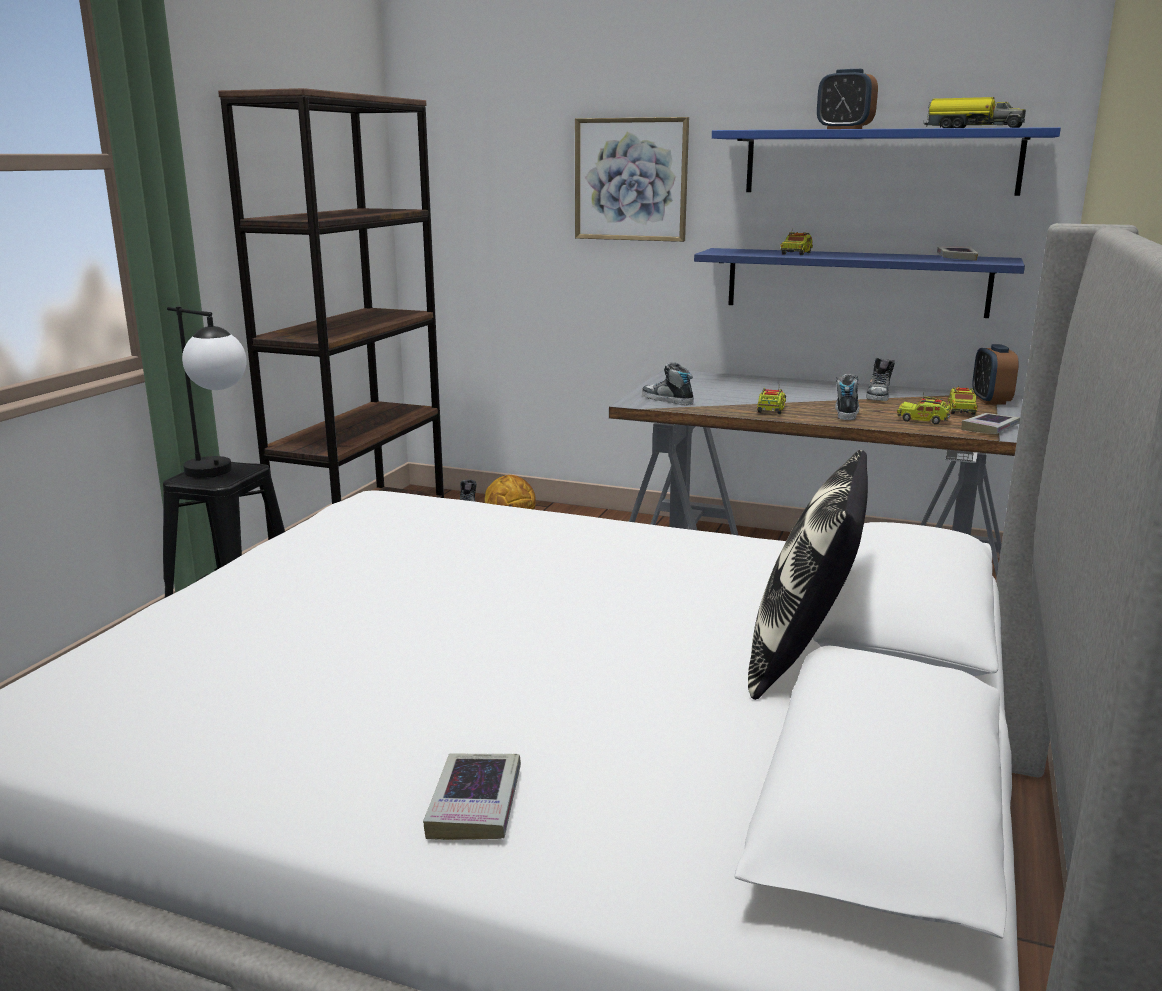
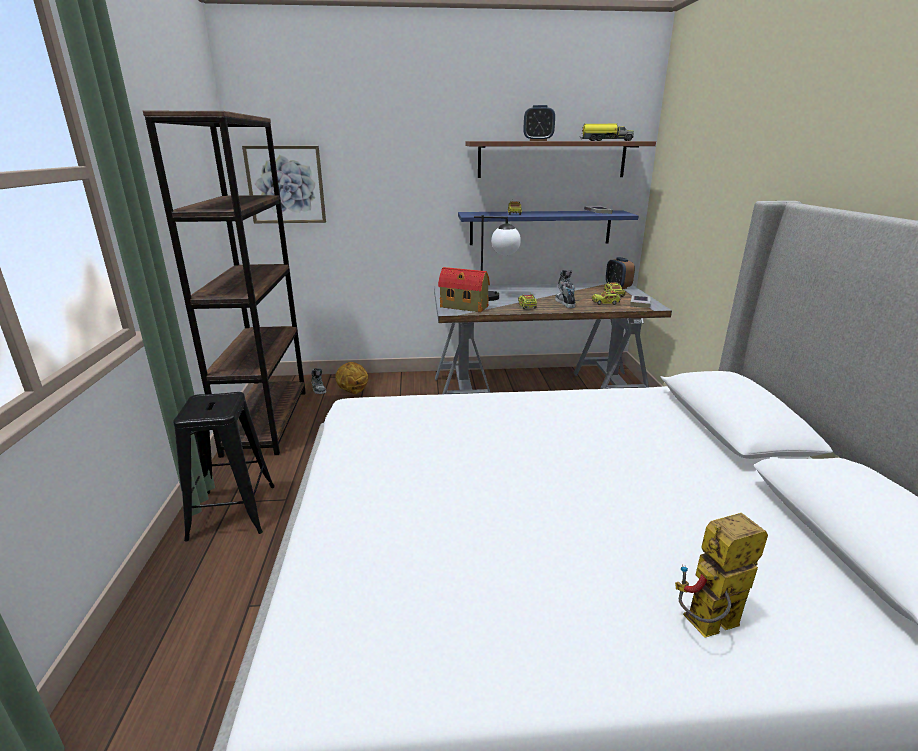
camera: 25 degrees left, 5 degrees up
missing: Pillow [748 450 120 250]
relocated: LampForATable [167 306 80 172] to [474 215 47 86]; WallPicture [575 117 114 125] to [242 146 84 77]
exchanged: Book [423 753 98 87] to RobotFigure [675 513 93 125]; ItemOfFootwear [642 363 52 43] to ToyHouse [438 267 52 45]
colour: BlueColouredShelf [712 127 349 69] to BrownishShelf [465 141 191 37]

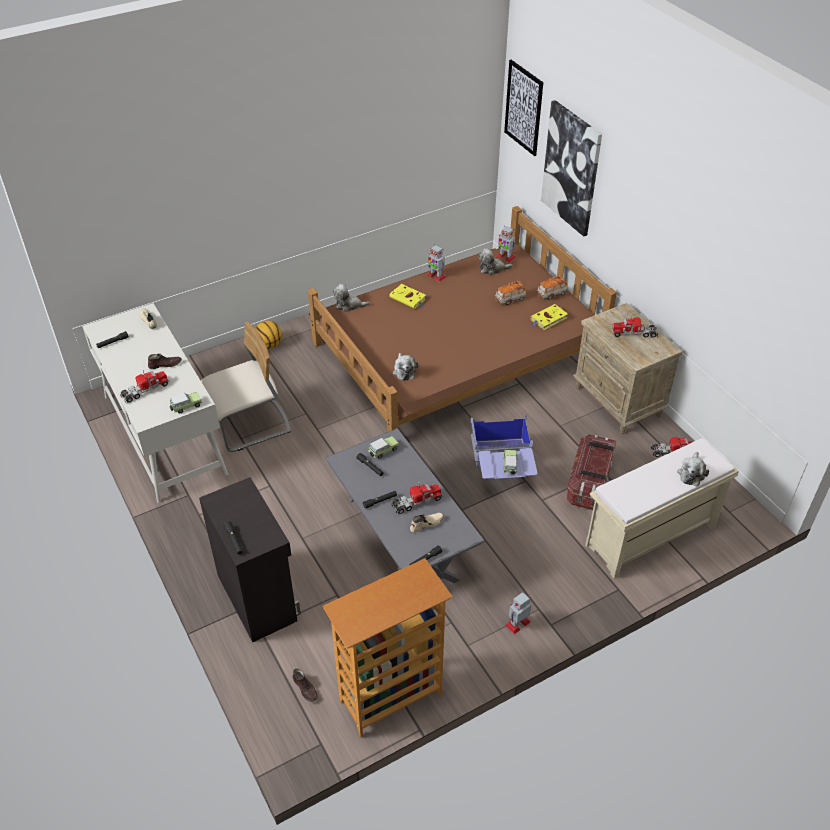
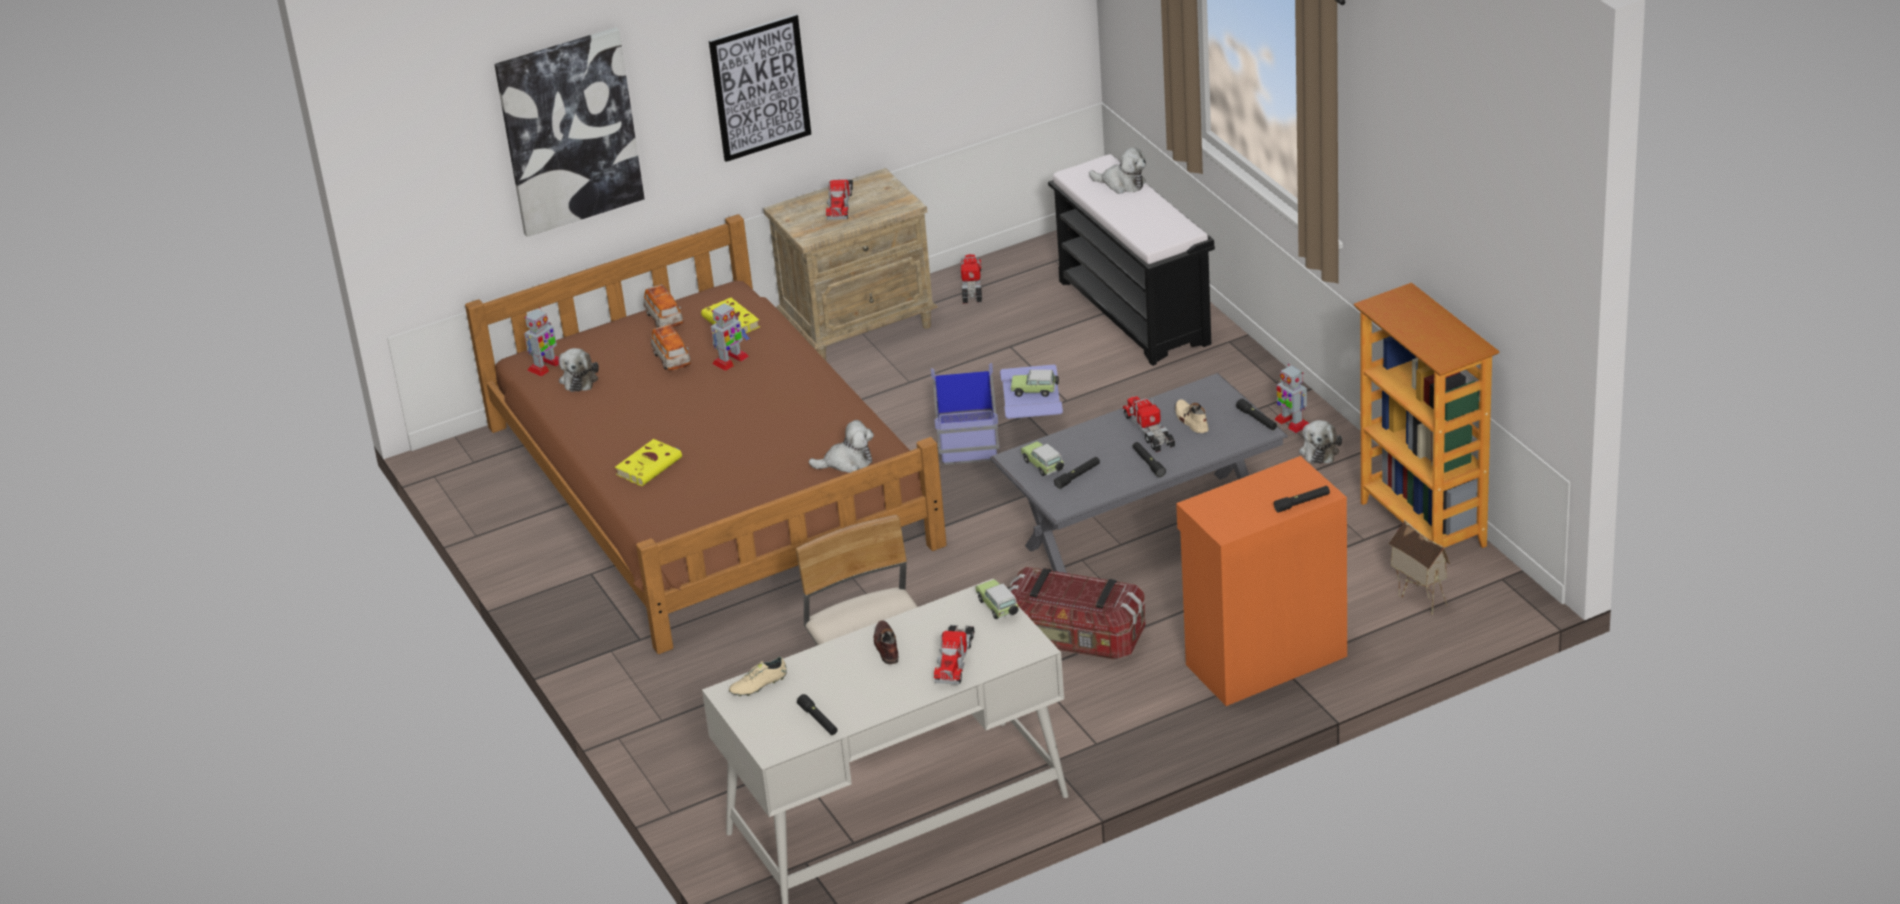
camera: 85 degrees left, 10 degrees down
missing: BasketballBall [255 321 27 28]
relocated: SoftToy [333 284 37 28] to [1299 420 43 44]; RobotFigure [426 244 20 38] to [710 301 39 70]; WallPicture [504 60 39 96] to [709 14 102 148]; StorageBin [567 435 49 75] to [1009 567 137 93]
exchanged: BrownishItemOfFootwear [293 668 24 34] to ToyHouse [1388 520 62 95]
colour: BlackColouredCupboard [199 477 102 165] to OrangeColouredCupboard [1176 456 171 250]; BeigeColouredIndoorBench [585 438 154 141] to BlackColouredIndoorBench [1048 154 167 212]
spun: ToyTruck [119 370 51 33] = [934 625 41 60] 135 degrees counterclockwise

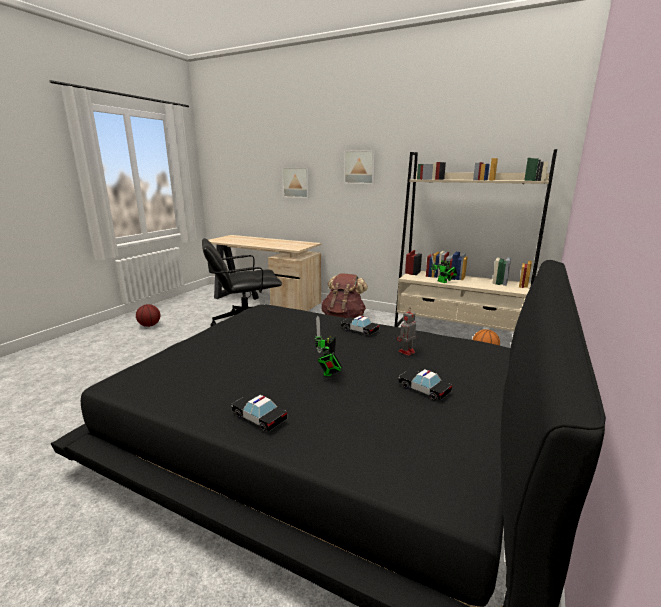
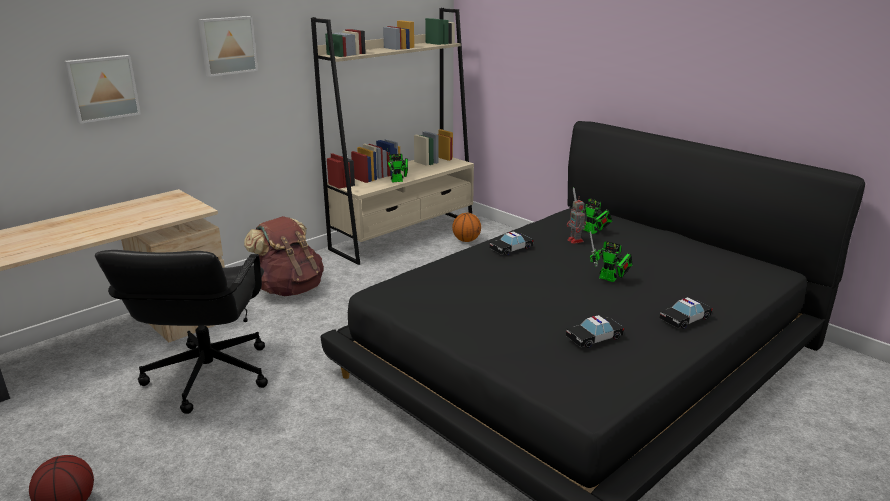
camera: 70 degrees left, 5 degrees up
appeared: RobotFigure [573 187 39 47]
relocated: ModelCar [398 369 54 31] to [566 315 58 33]

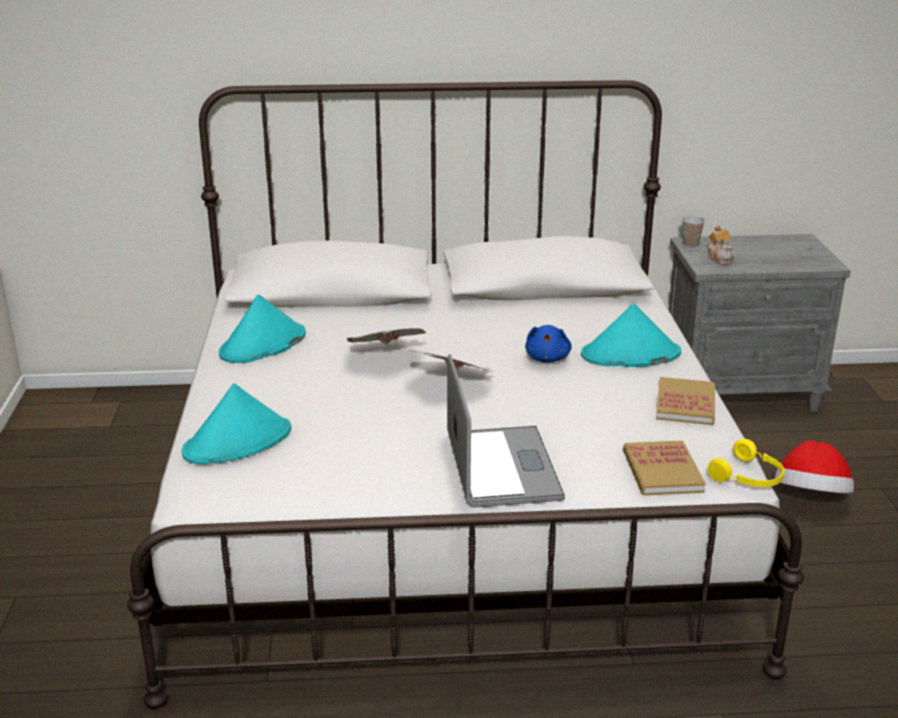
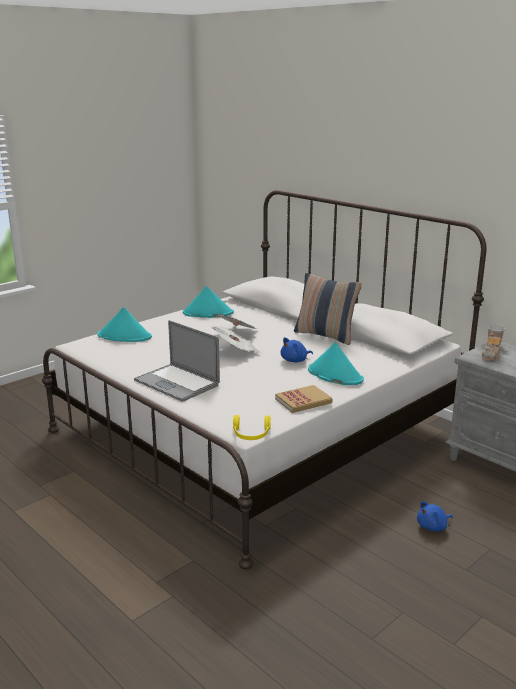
camera: 50 degrees right, 5 degrees down
missing: Book [623 440 83 56]
appeared: Pillow [294 273 68 72]
exchanged: WearableHat [775 440 79 53] to BlueColouredSoftToy [417 501 36 30]
spun: PortableComputer [447 354 118 154] = [134 320 86 82] 90 degrees clockwise

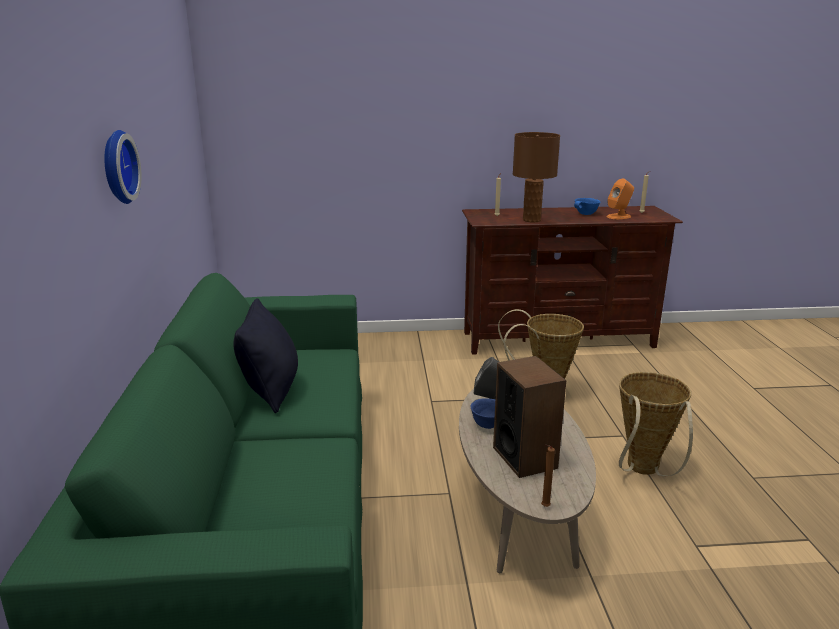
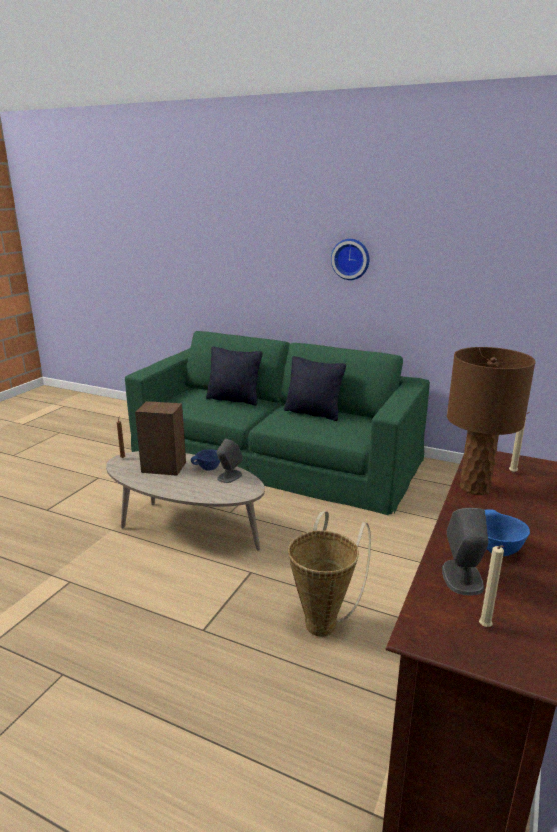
camera: 120 degrees right, 0 degrees up
missing: StorageBasket [619 372 74 104]
appeared: BlackColouredPillow [206 347 56 58]
colour: OrangeColouredLoudspeaker [607 179 27 40] to GreyLoudspeaker [442 508 46 88]

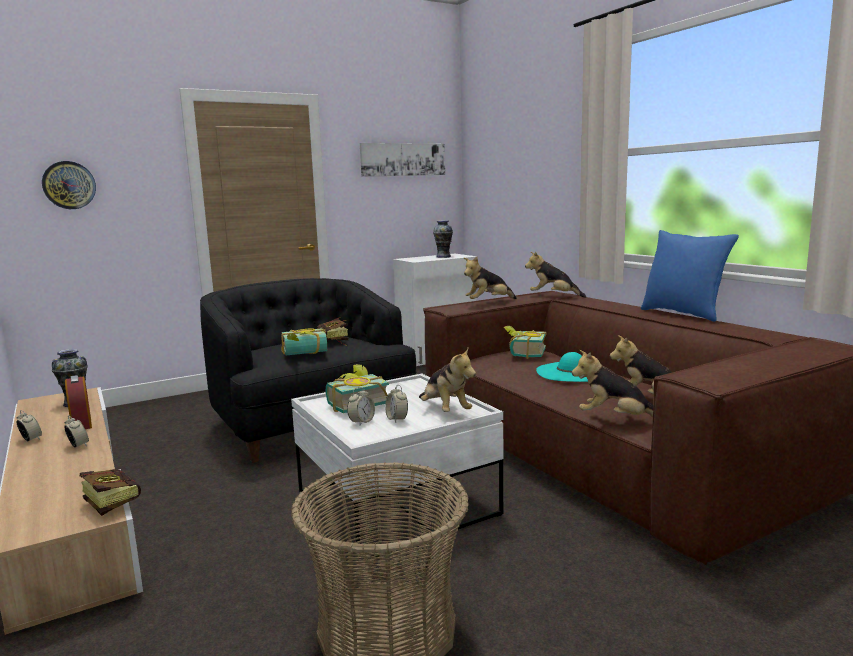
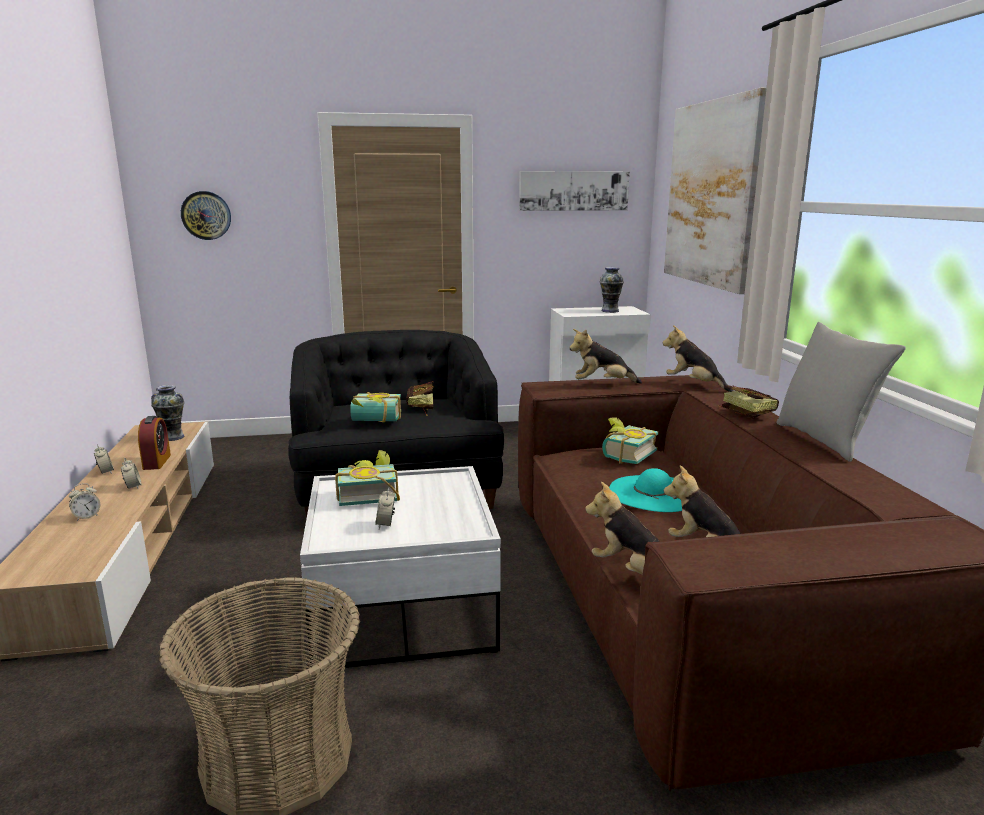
camera: 20 degrees right, 5 degrees up
missing: SoftToy [419 348 57 64]
appeared: WallPicture [664 88 102 206]
relocated: Book [80 469 61 47] to [719 385 60 34]; TableClock [347 387 28 38] to [69 483 31 38]
colour: BlueColouredPillow [641 230 98 92] to GreyPillow [777 322 129 140]

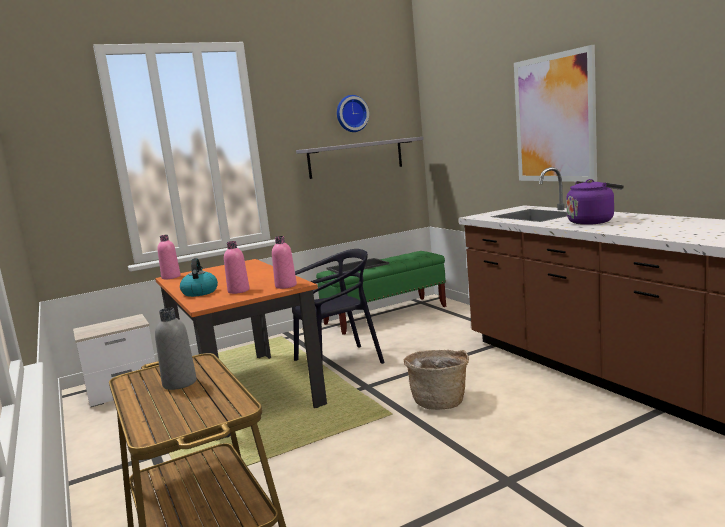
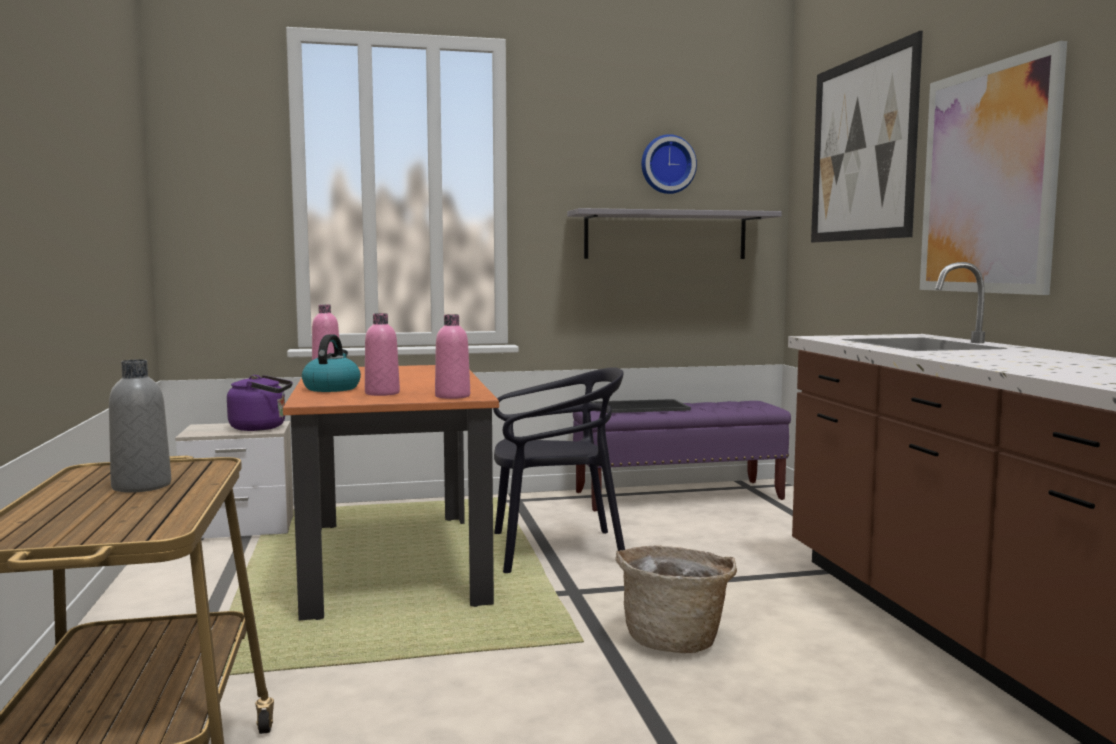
camera: 15 degrees right, 5 degrees down
appeared: WallPicture [811 31 112 211]
relocated: PurplishWaterKettle [566 179 58 46] to [227 375 66 56]
colour: GreenIndoorBench [316 251 130 84] to PurplishIndoorBench [573 401 218 110]

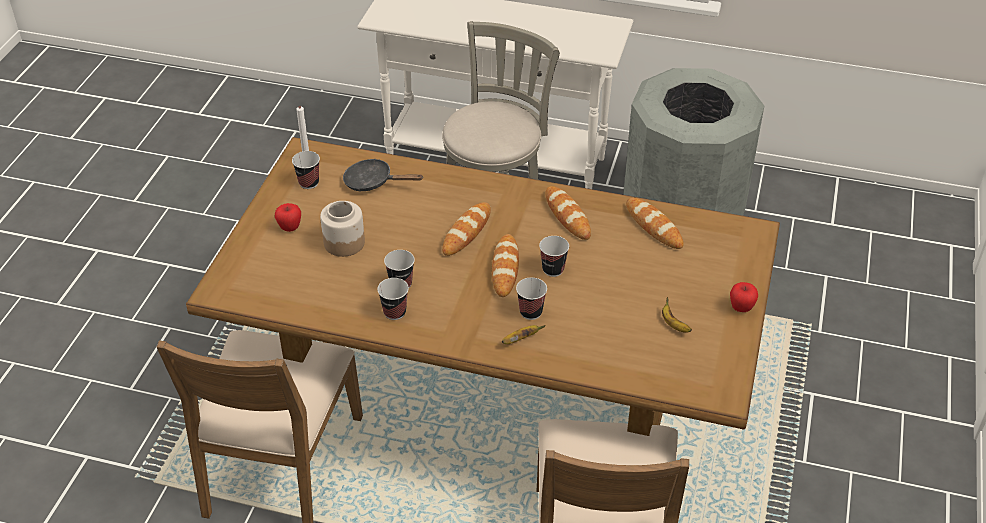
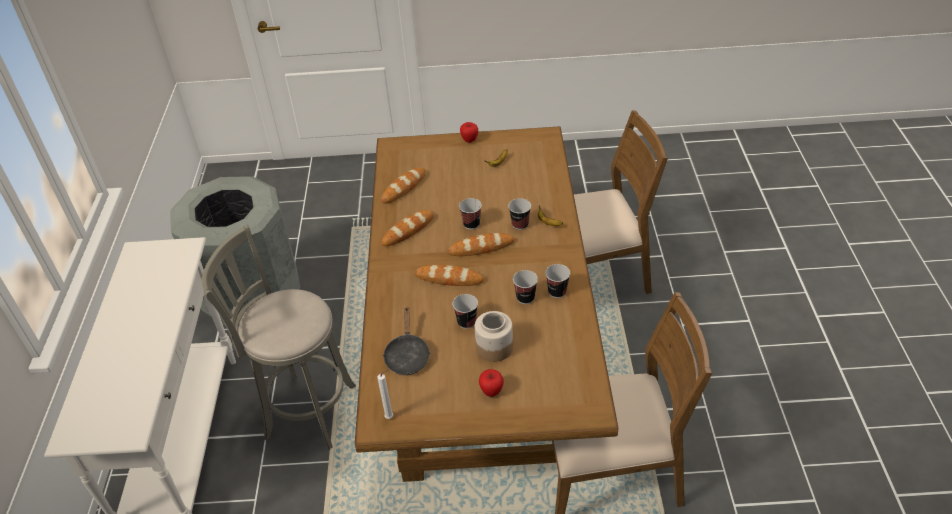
camera: 105 degrees left, 0 degrees up
relocated: Cup [292 151 28 38] to [452 294 26 35]

